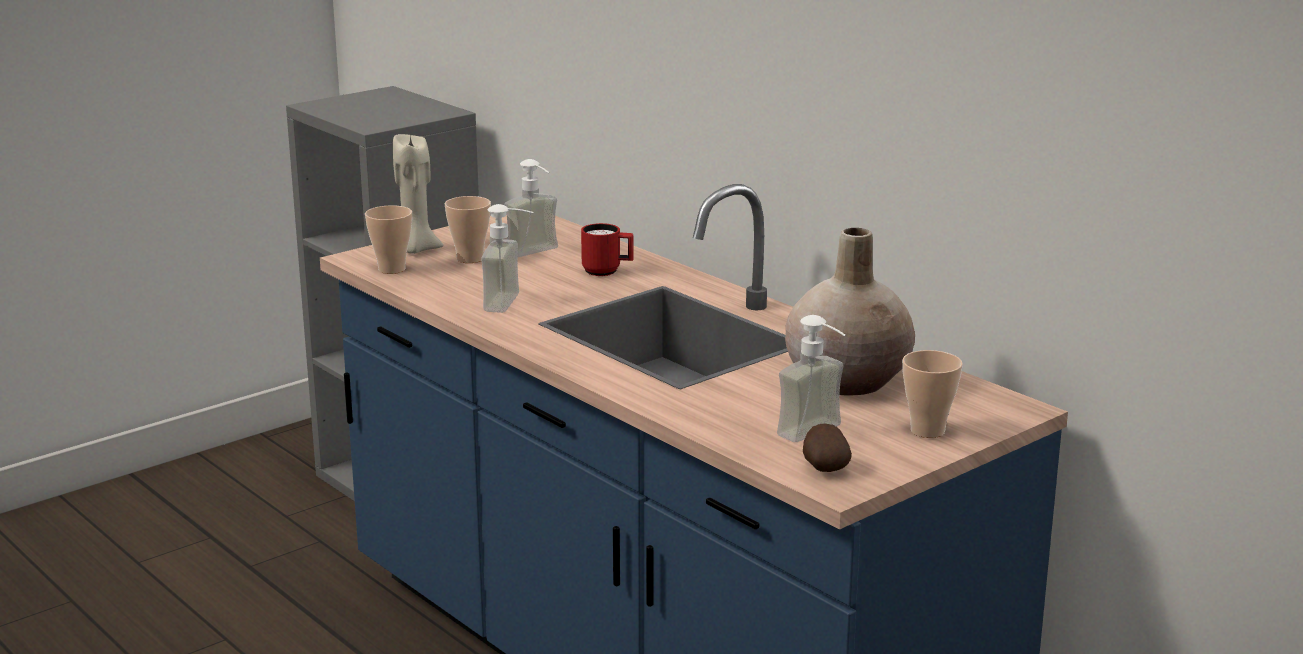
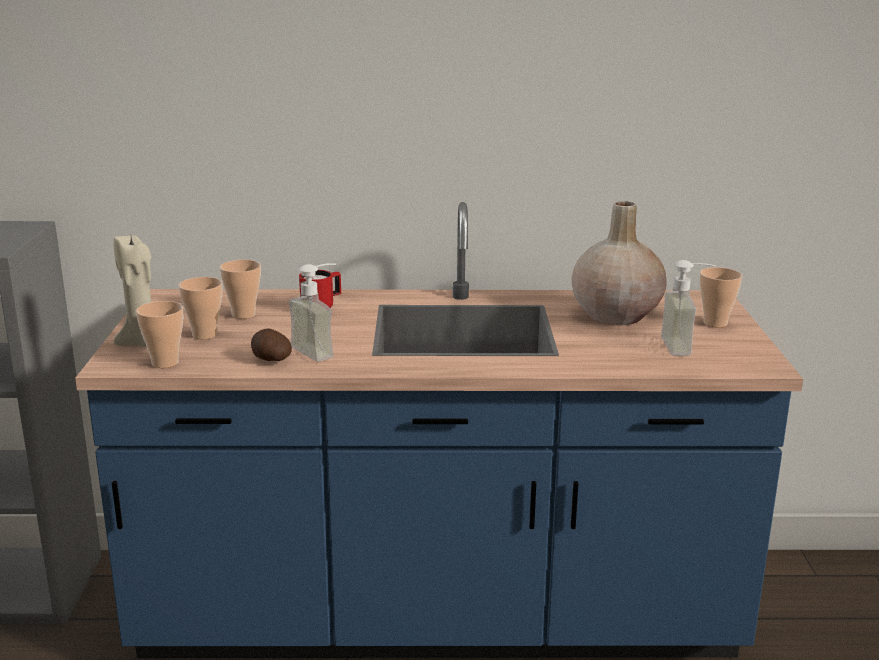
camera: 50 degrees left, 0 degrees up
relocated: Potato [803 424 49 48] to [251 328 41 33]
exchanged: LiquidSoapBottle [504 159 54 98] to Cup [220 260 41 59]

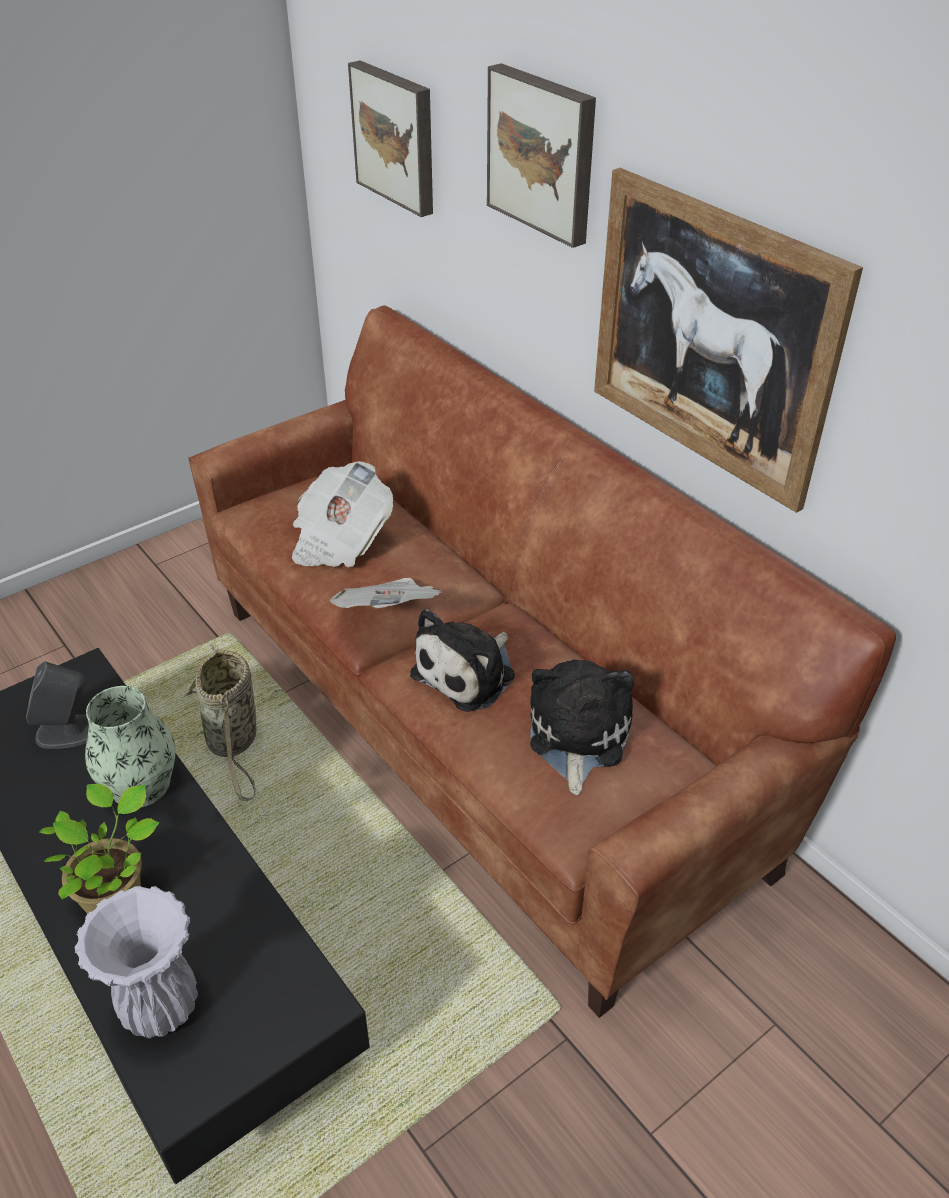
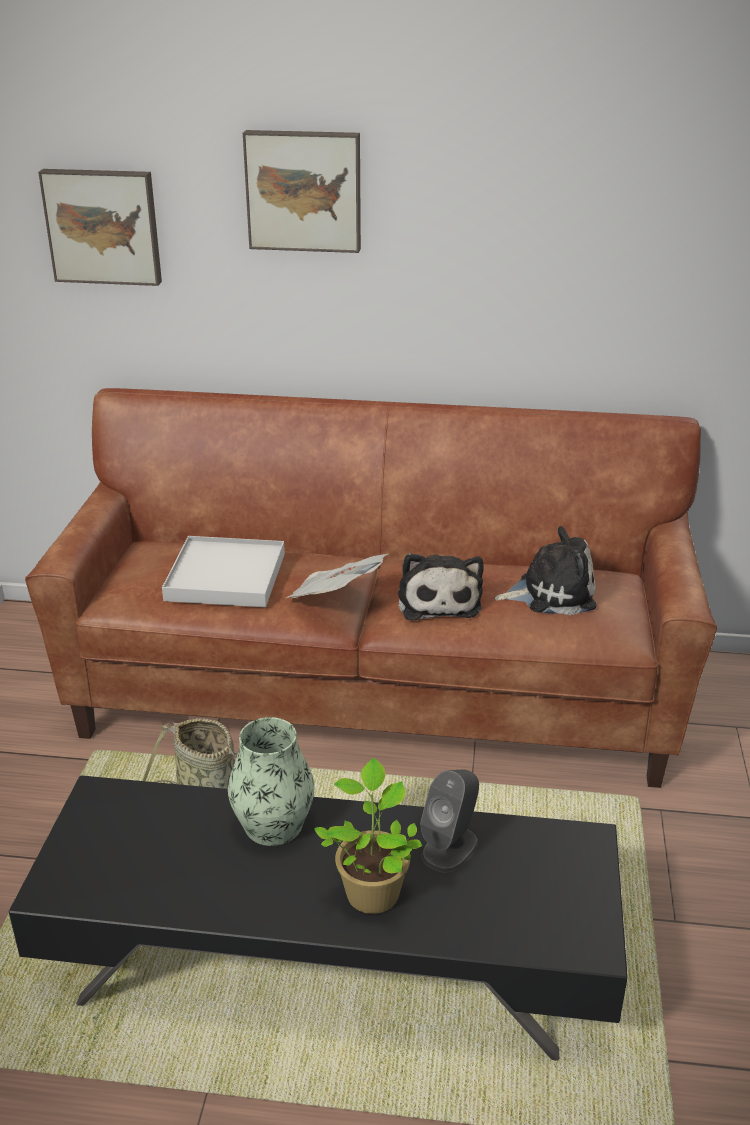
camera: 45 degrees left, 10 degrees down
missing: WhiteColouredVase [75 886 123 153]; WallPicture [594 168 269 345]
relocated: GreyLoudspeaker [26 661 63 88] to [420 769 59 104]
exchanged: PrintedPaper [292 461 101 106] to WhiteColouredTray [162 536 123 71]
spun: SoftToy [530 660 103 135] = [494 526 103 89] 120 degrees clockwise

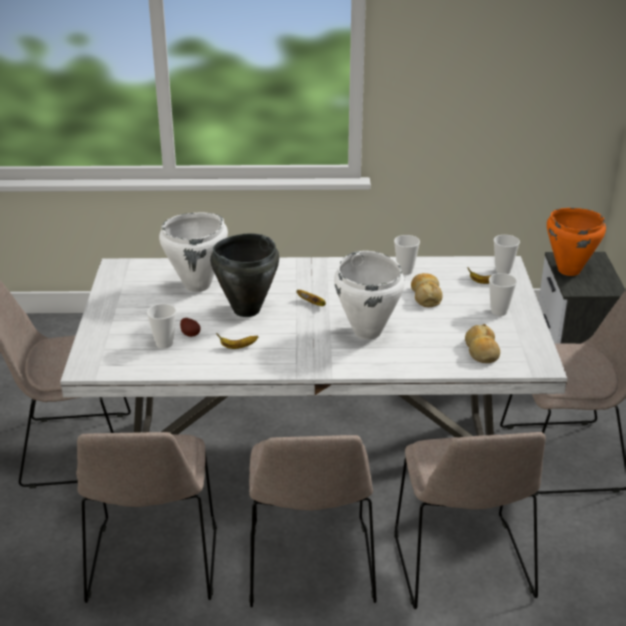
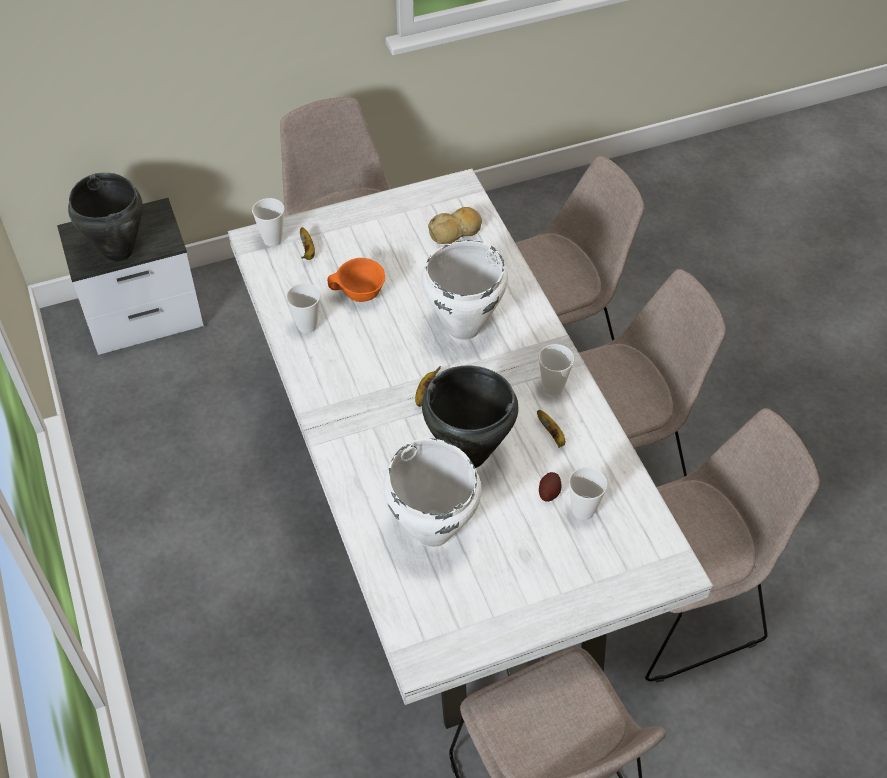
camera: 110 degrees left, 20 degrees up
relocated: Cup [489 273 28 43] to [539 344 35 51]
exchanged: BakedBread [411 273 32 34] to OrangeColouredServingBowl [327 258 58 44]
colour: OrangeColouredStockpot [547 208 59 68] to BlackColouredStockpot [68 173 75 89]

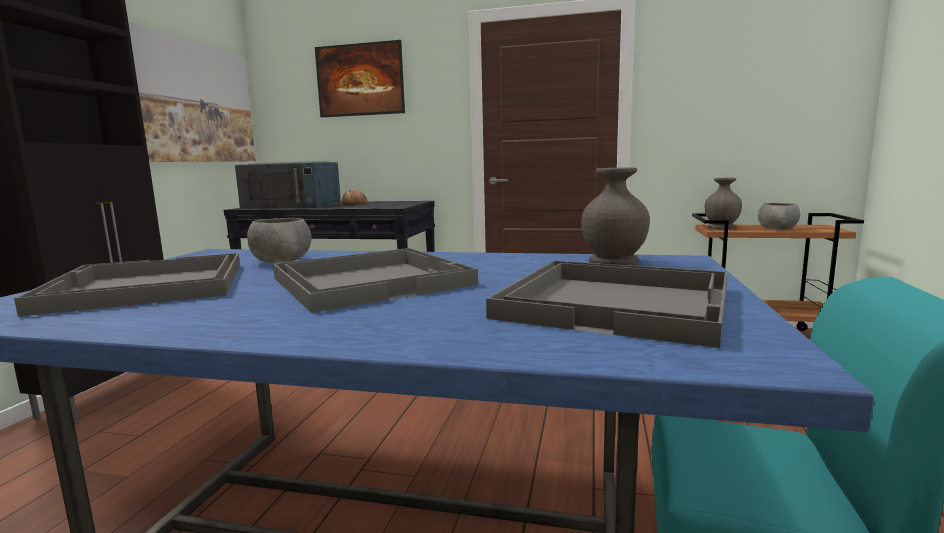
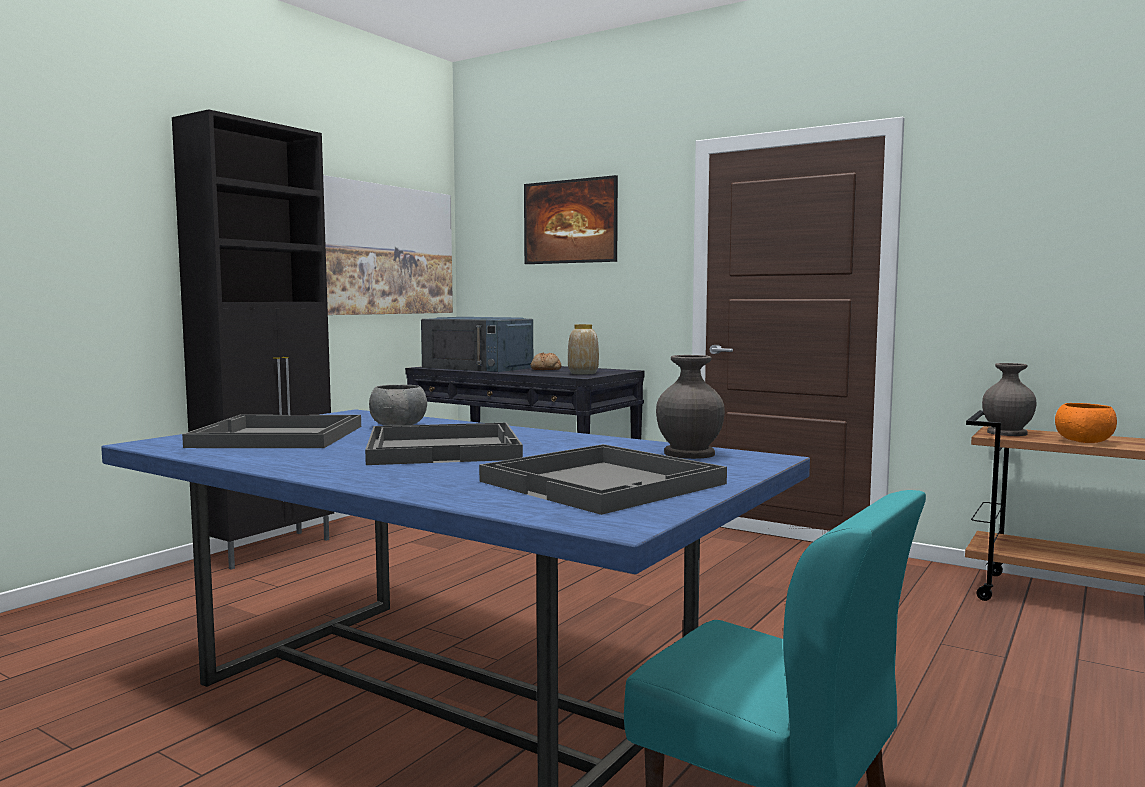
camera: 20 degrees right, 5 degrees down
appeared: Vase [568 324 31 51]
colour: GreyServingBowl [758 203 42 27] to OrangeColouredServingBowl [1055 403 62 40]

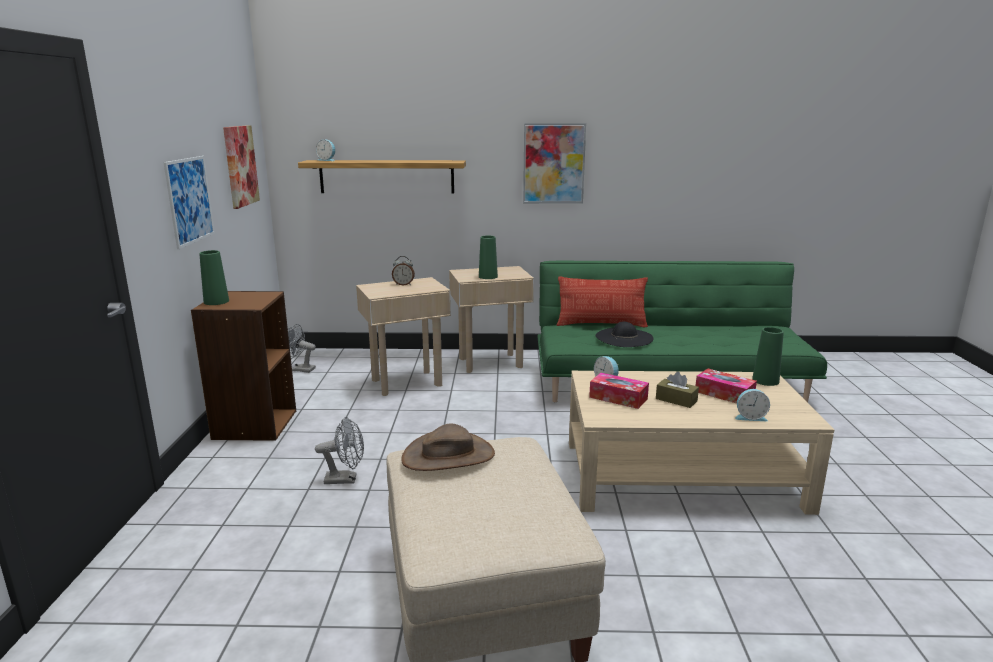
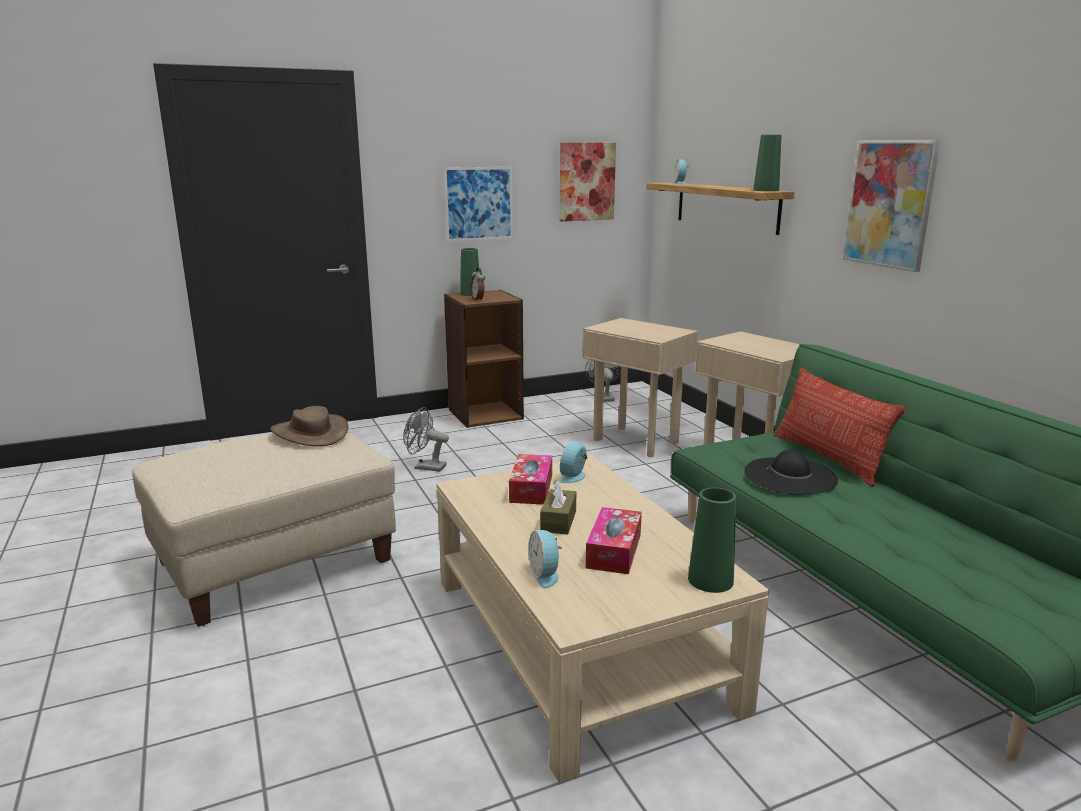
camera: 65 degrees right, 0 degrees up
relocated: TableClock [392 256 23 29] to [471 268 14 33]; GreenVase [479 236 19 43] to [753 134 28 57]
spun: GreyCoolingFan [315 417 49 67] = [403 407 46 65] 135 degrees clockwise

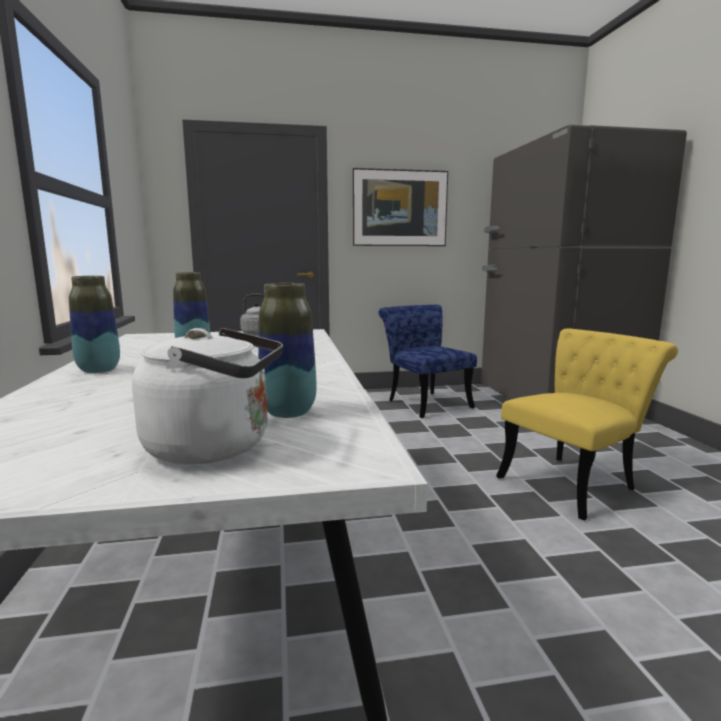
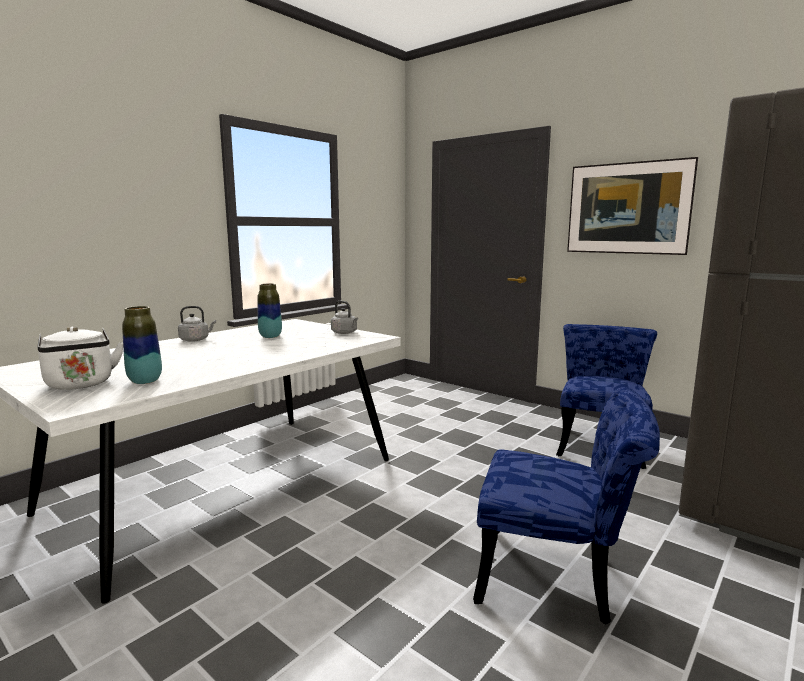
camera: 50 degrees right, 0 degrees up
exchanged: Vase [69 276 51 97] to GreyWaterKettle [178 306 38 36]
colour: YellowishUprightChair [496 328 182 192] to BlueColouredUprightChair [473 387 187 238]

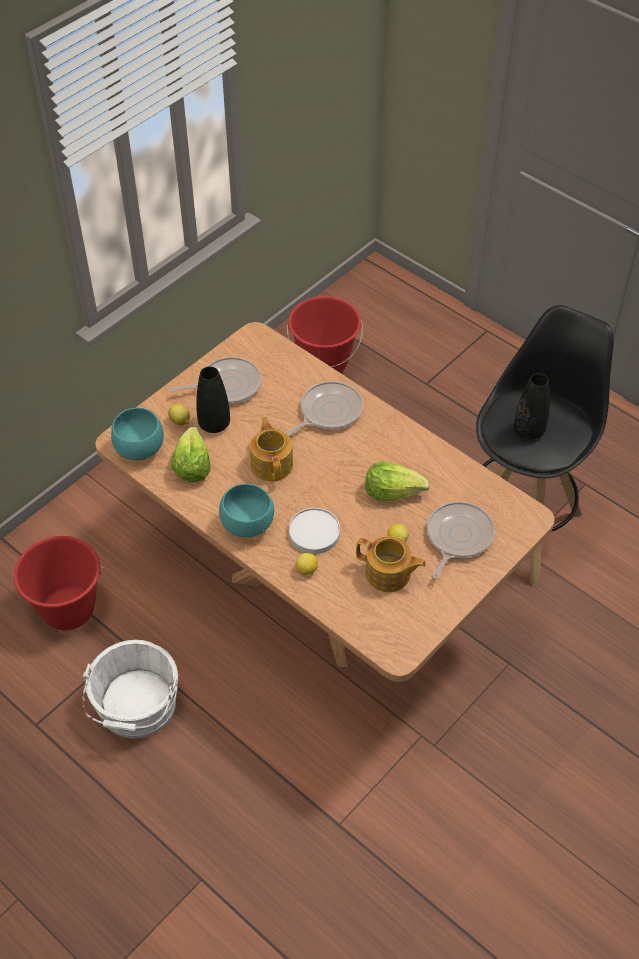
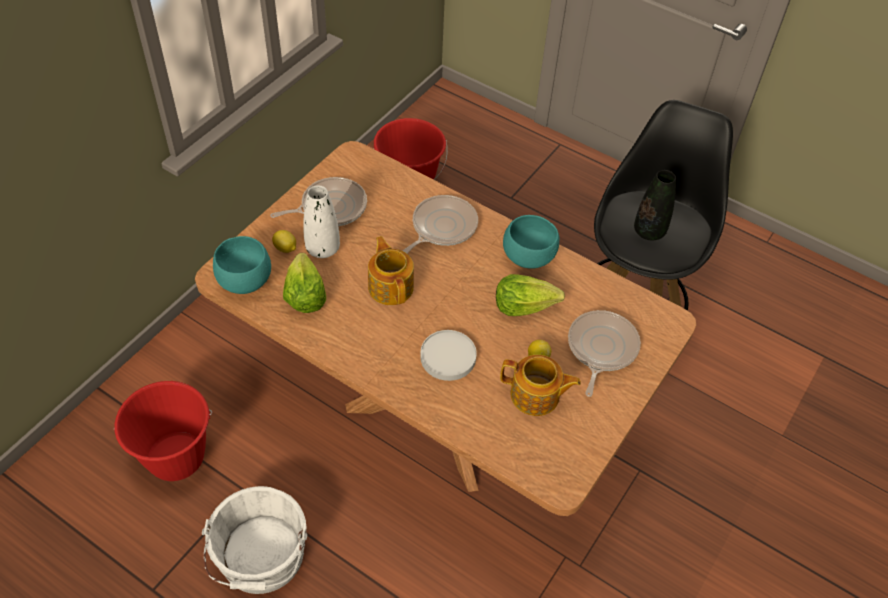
camera: 10 degrees left, 0 degrees up
missing: Lemon [296 553 22 22]
relocated: BlueGreenServingBowl [219 483 55 54] to [503 215 56 54]
colour: BlackColouredVase [196 366 34 67] to WhiteColouredVase [303 185 37 73]

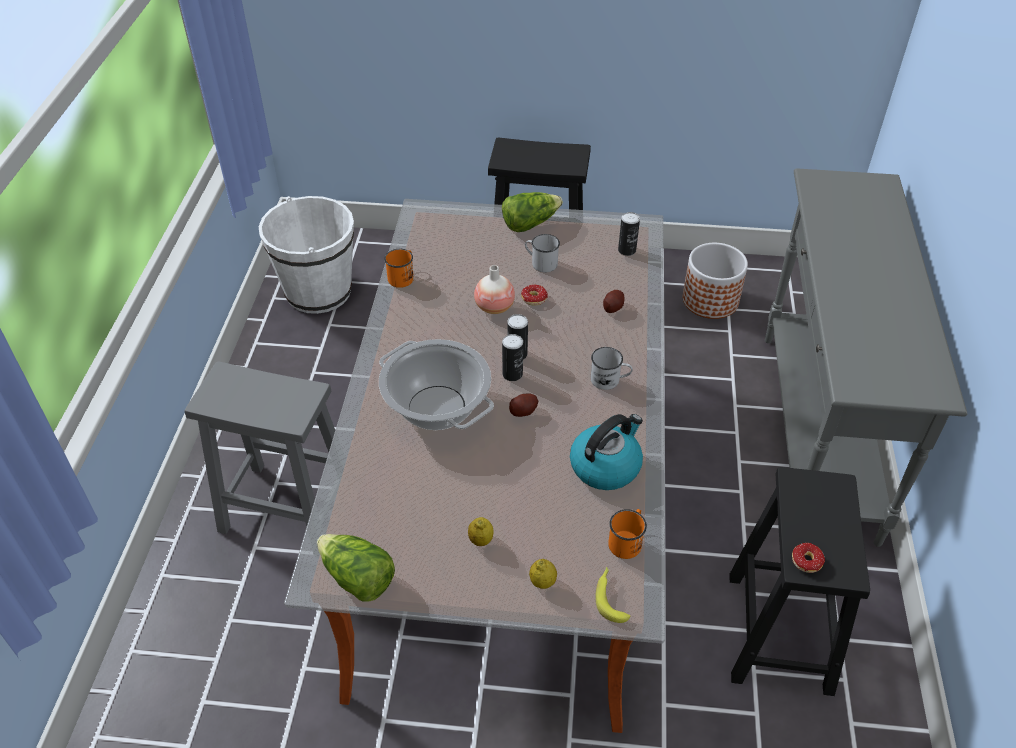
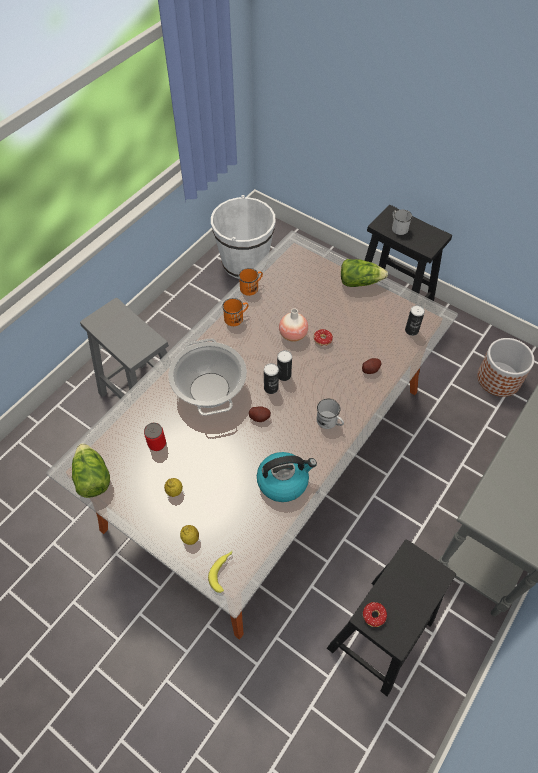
camera: 30 degrees right, 10 degrees up
appeared: MetalCan [144 423 22 28]
relocated: WhiteColouredMug [525 234 35 38] to [392 210 20 25]; OrangeColouredMug [608 509 39 50] to [222 298 27 28]

